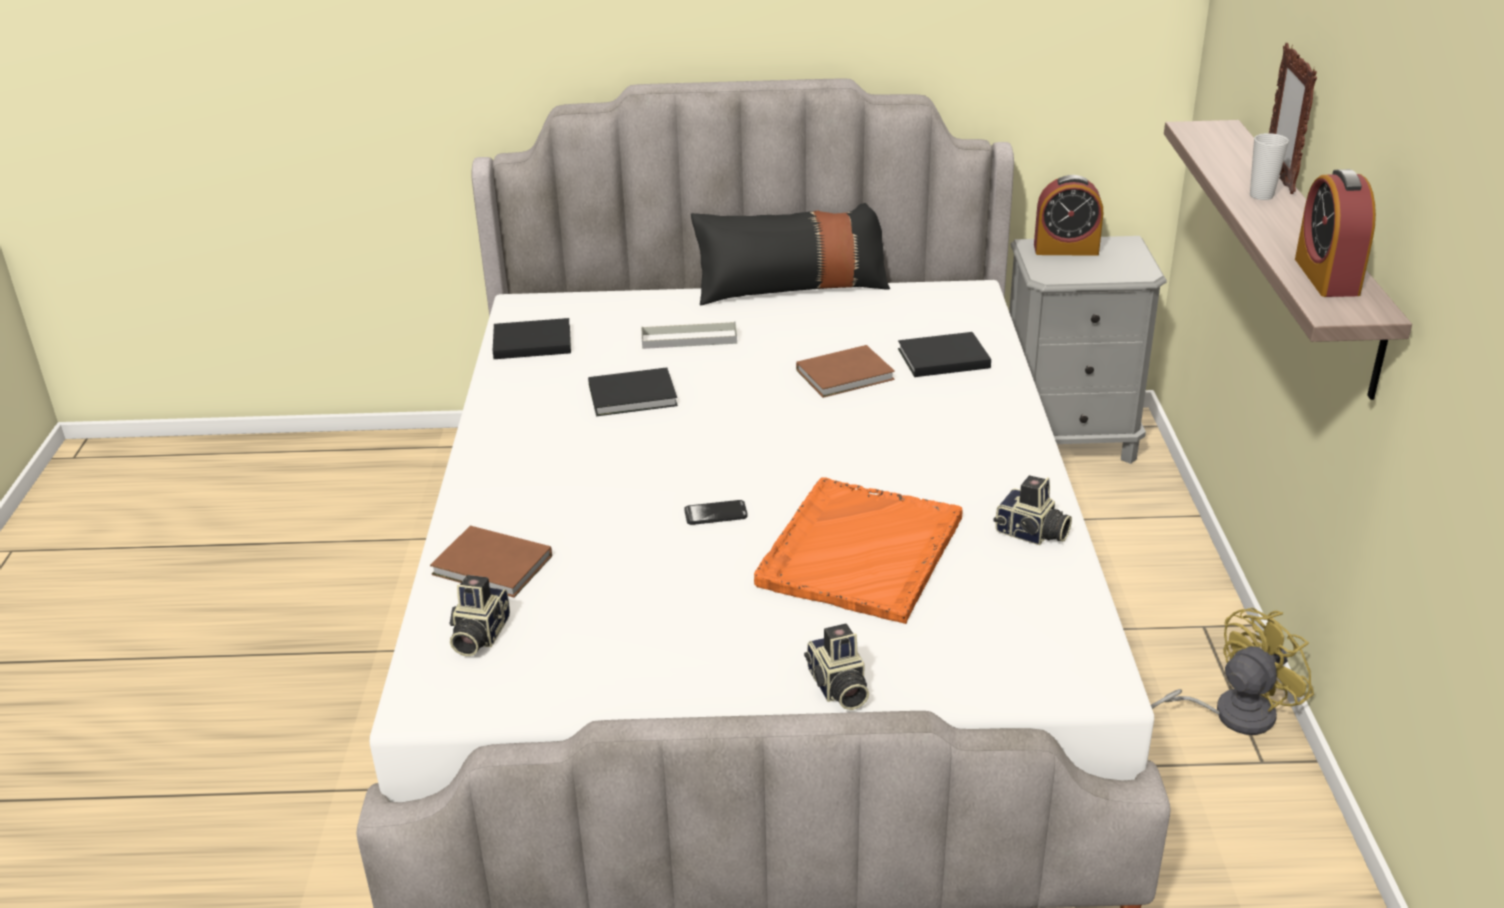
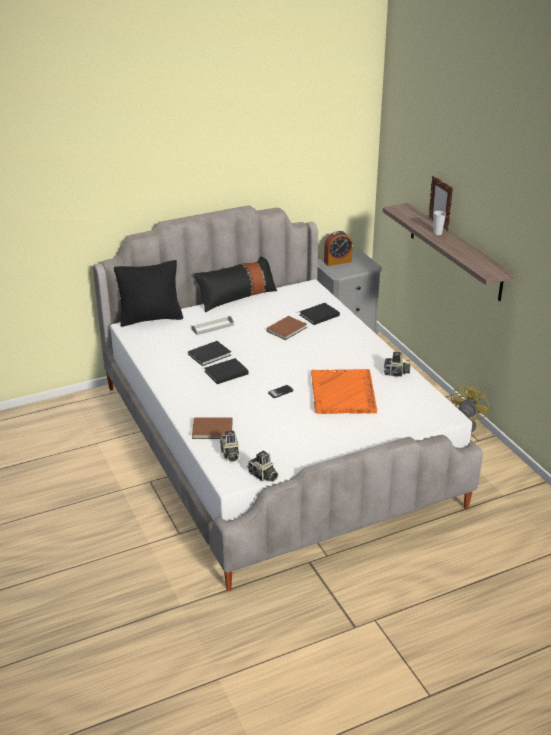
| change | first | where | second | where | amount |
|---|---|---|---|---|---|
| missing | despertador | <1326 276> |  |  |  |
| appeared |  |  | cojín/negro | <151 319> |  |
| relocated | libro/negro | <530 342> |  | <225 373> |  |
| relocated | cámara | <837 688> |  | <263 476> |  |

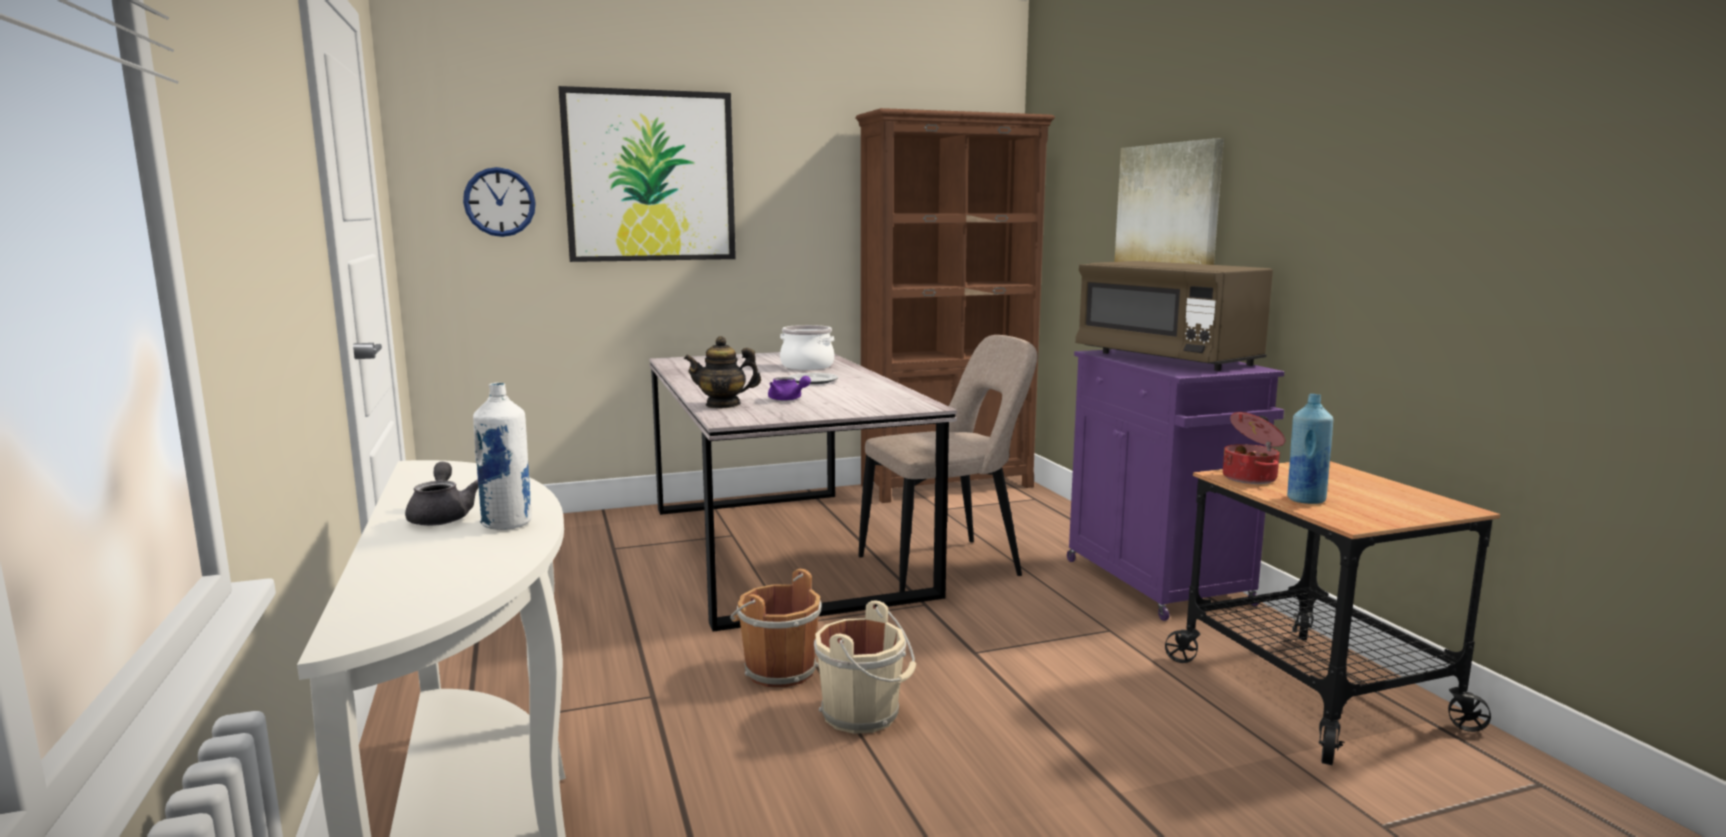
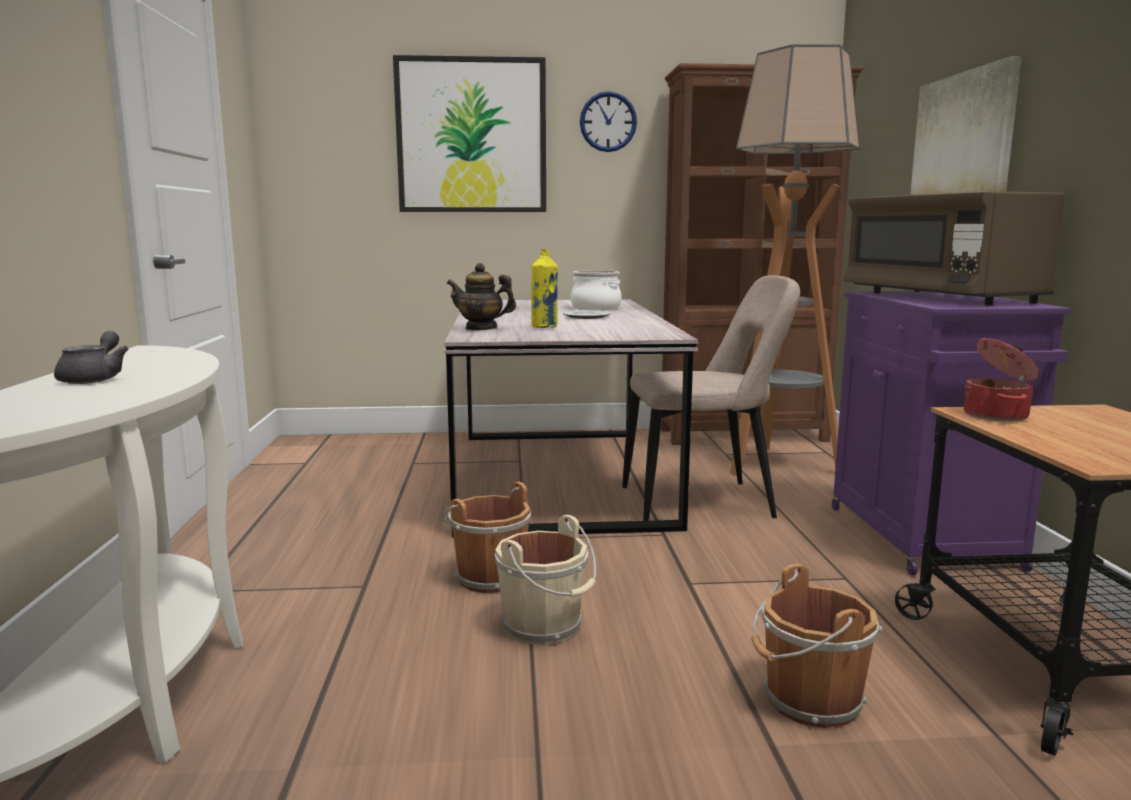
| change | first | where | second | where | amount |
|---|---|---|---|---|---|
| missing | botella/blanco | <507 524> |  |  |  |
| missing | botella/azul | <1305 499> |  |  |  |
| appeared |  |  | lámpara de pie | <779 465> |  |
| appeared |  |  | cubo/marrón | <808 702> |  |
| relocated | reloj de pared | <499 202> |  | <608 122> |  |
| exchanged | tetera/morado | <788 399> | botella/amarillo | <544 327> |  |

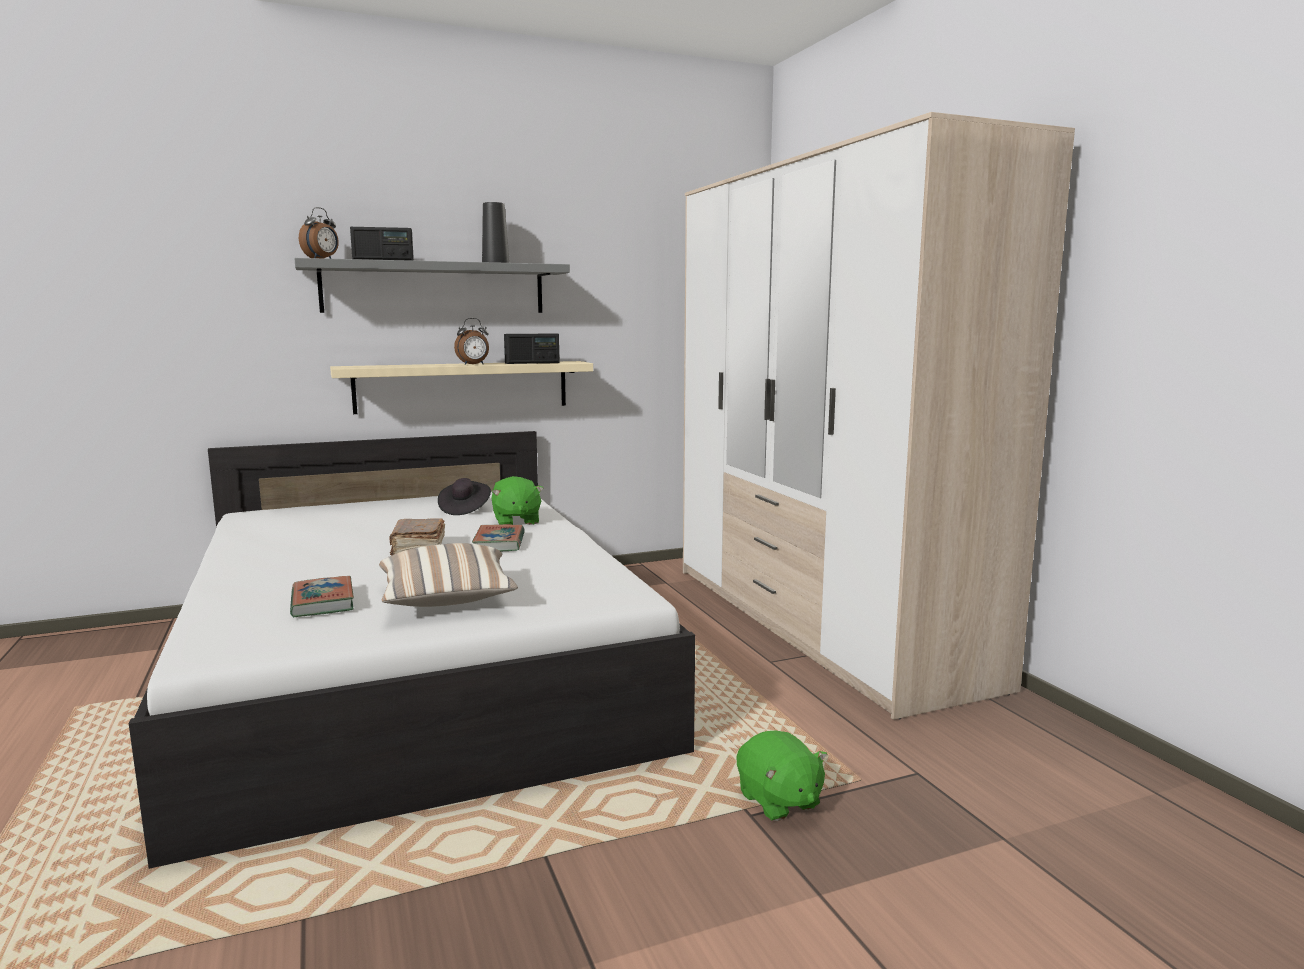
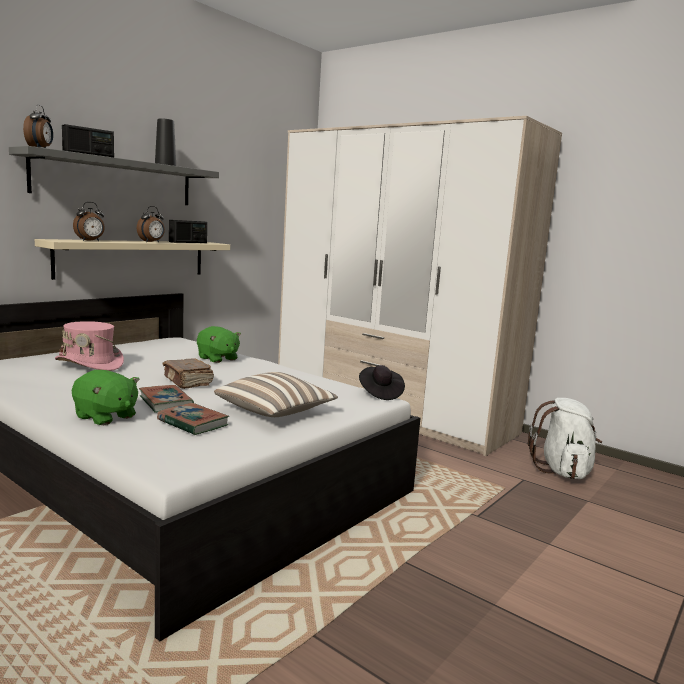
| change | first | where | second | where | amount |
|---|---|---|---|---|---|
| appeared |  |  | sombrero/rosa | <90 364> |  |
| appeared |  |  | despertador | <90 241> |  |
| appeared |  |  | mochila/blanco | <562 471> |  |
| relocated | sombrero/negro | <464 509> |  | <380 393> |  |
| relocated | libro | <499 543> |  | <166 402> |  |
| relocated | peluche/verde | <778 801> |  | <105 417> |  |

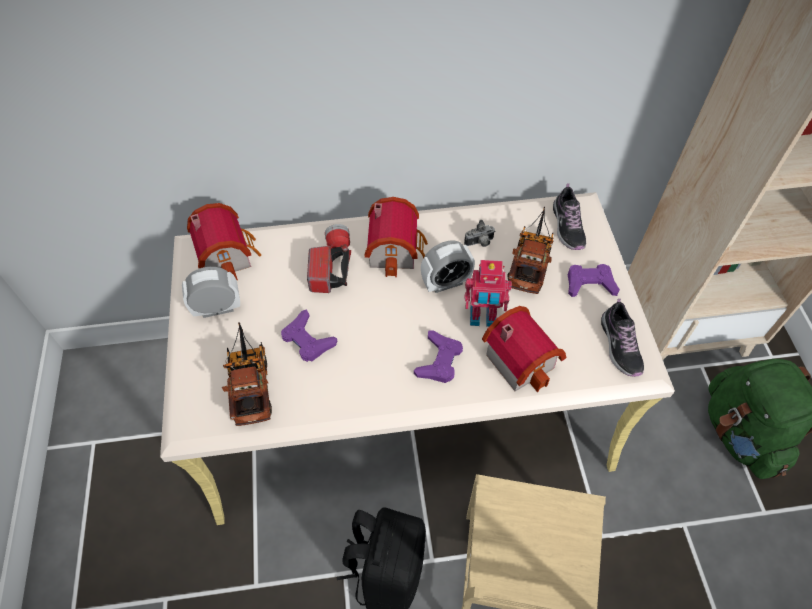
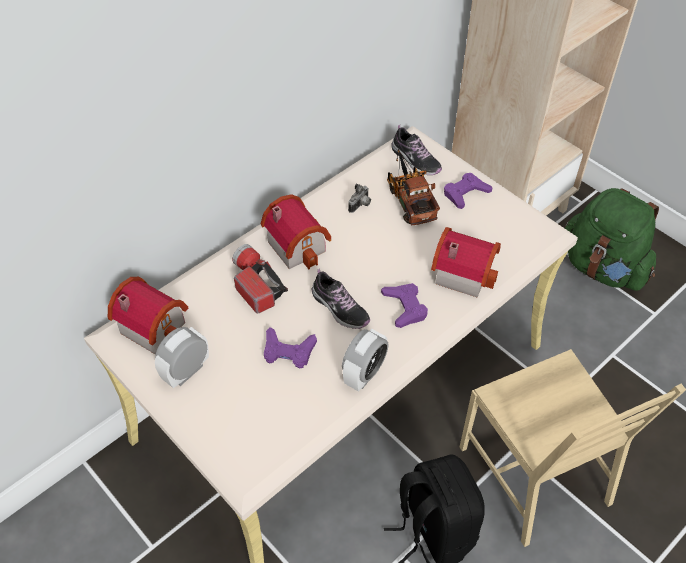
| change | first | where | second | where | amount |
|---|---|---|---|---|---|
| missing | camión de juguete | <250 382> |  |  |  |
| missing | robot de juguete | <483 318> |  |  |  |
| relocated | despertador | <446 283> |  | <364 374> |  |
| relocated | zapato | <620 345> |  | <339 308> |  |

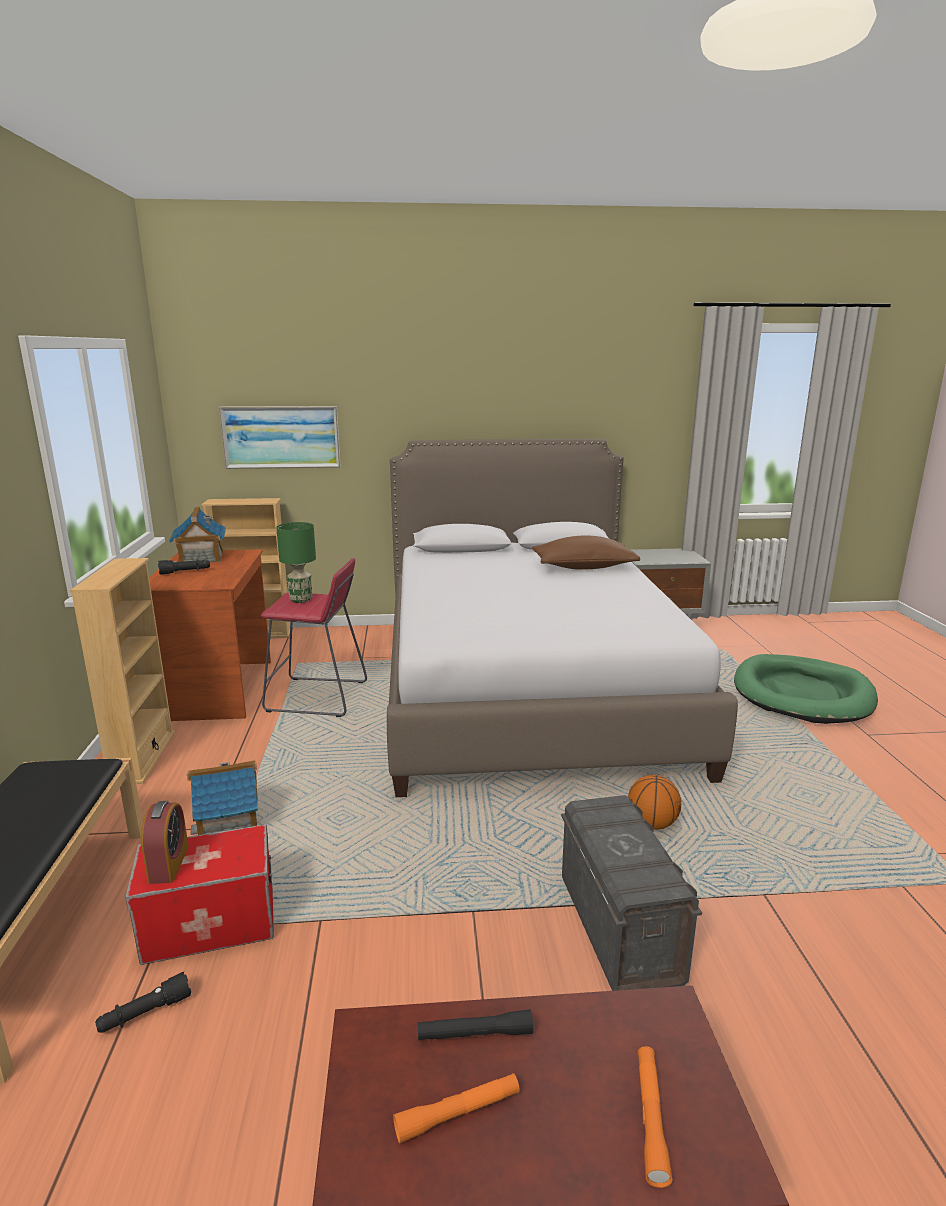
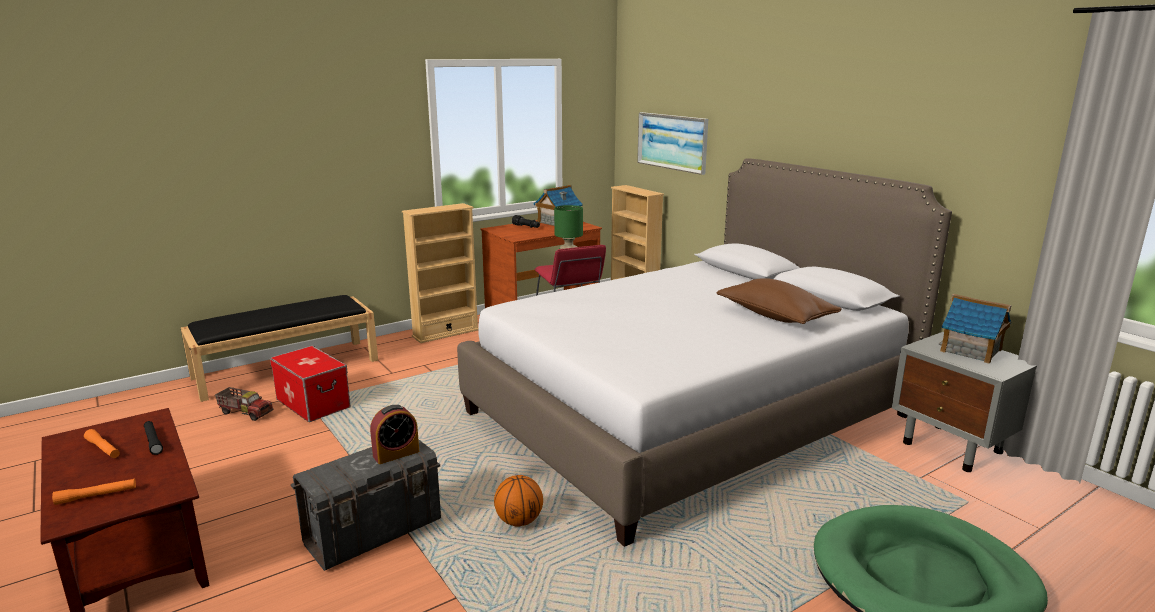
| change | first | where | second | where | amount |
|---|---|---|---|---|---|
| relocated | despertador | <168 864> |  | <396 454> |  |
| relocated | casita | <229 824> |  | <971 350> |  |
| exchanged | linterna/negro | <145 1013> | camión de juguete | <246 412> |  |

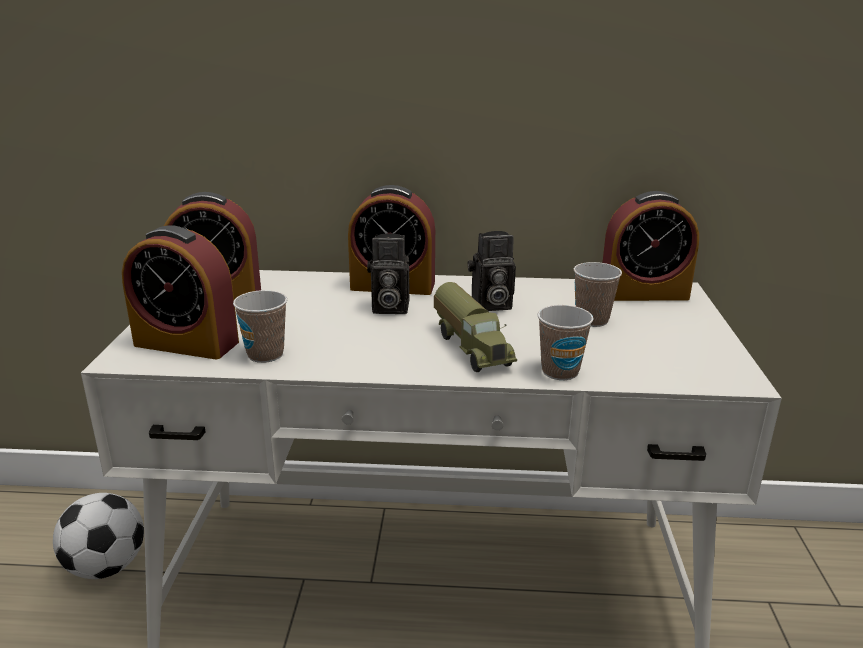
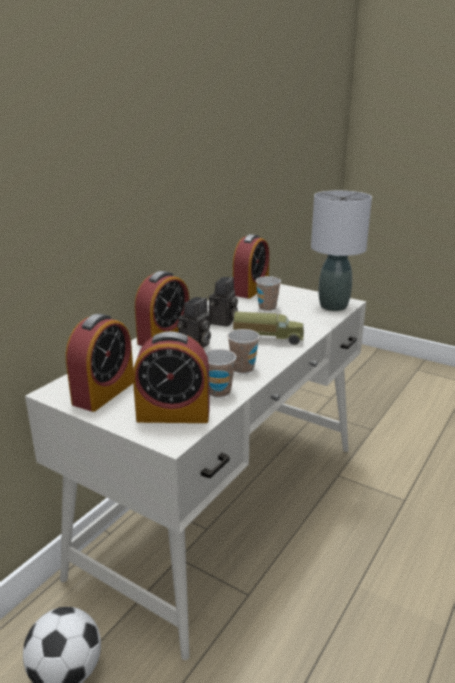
| change | first | where | second | where | amount |
|---|---|---|---|---|---|
| appeared |  |  | lámpara de mesa/gris | <333 306> |  |
| relocated | taza | <560 372> |  | <243 368> |  |
| spun | despertador | <186 343> |  | <173 414> | 45 degrees clockwise |

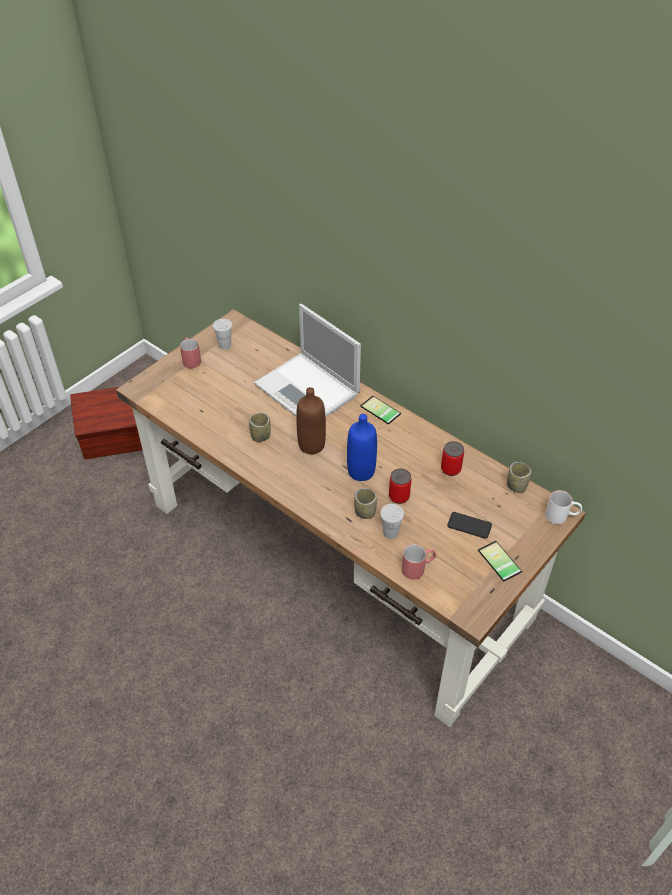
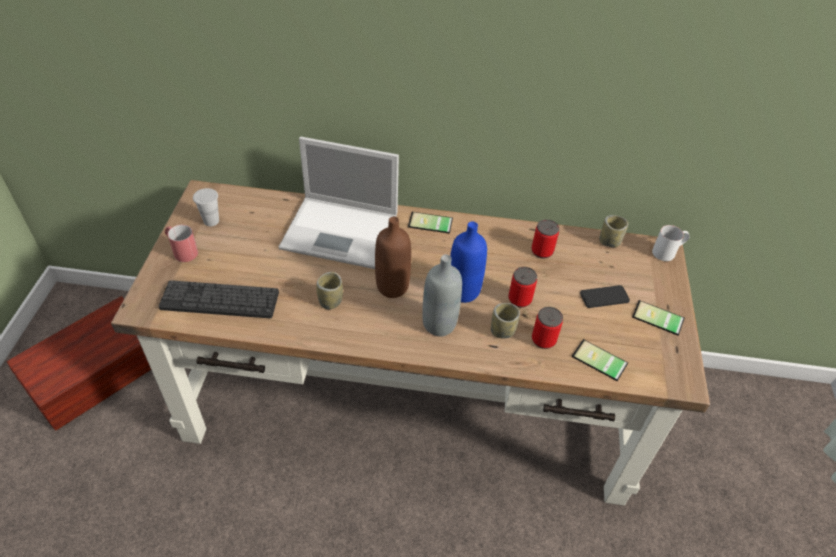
| change | first | where | second | where | amount |
|---|---|---|---|---|---|
| appeared |  |  | teclado | <220 300> |  |
| appeared |  |  | botella/gris | <439 324> |  |
| exchanged | taza/blanco | <390 533> | lata | <543 339> |  |
| exchanged | taza grande/rojo | <418 568> | móvil | <598 362> |  |

